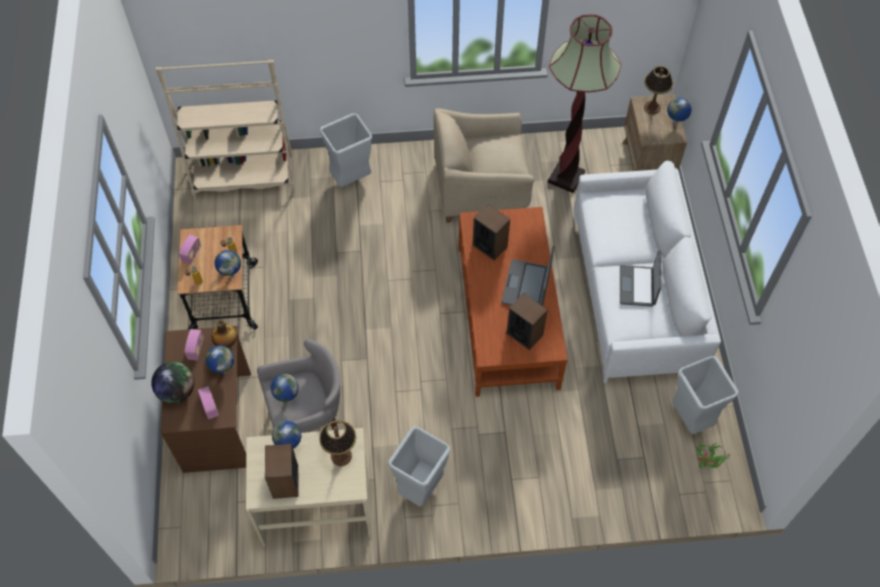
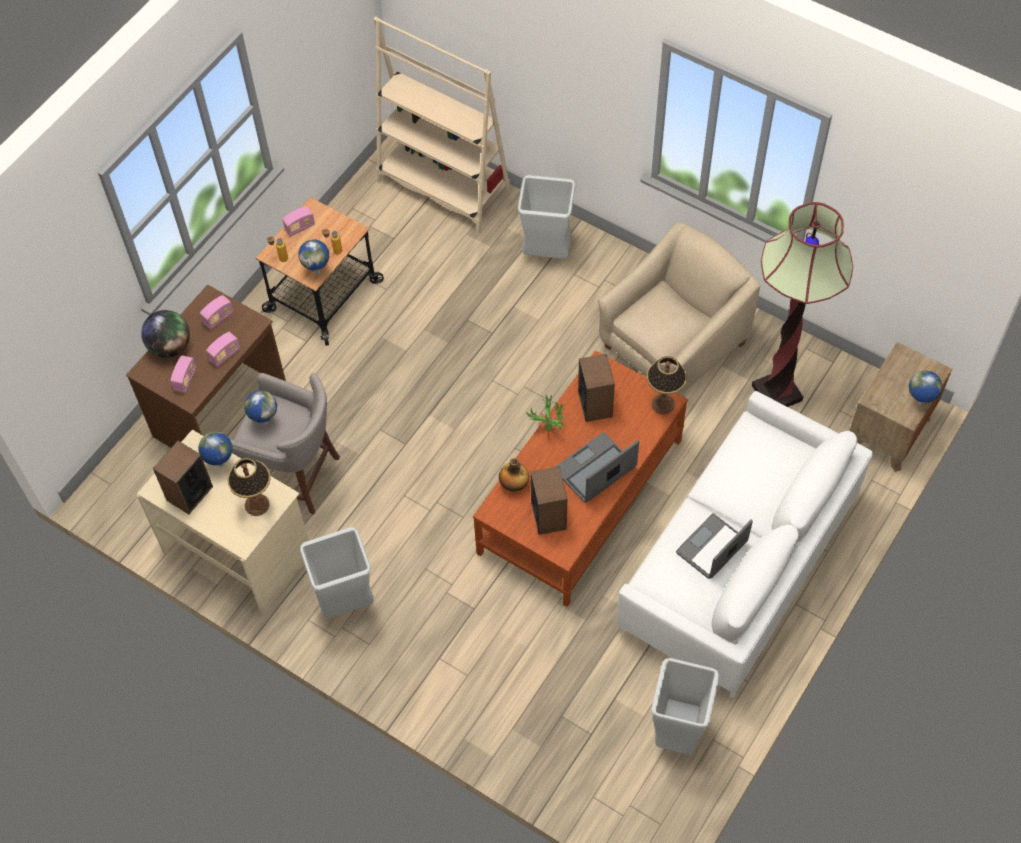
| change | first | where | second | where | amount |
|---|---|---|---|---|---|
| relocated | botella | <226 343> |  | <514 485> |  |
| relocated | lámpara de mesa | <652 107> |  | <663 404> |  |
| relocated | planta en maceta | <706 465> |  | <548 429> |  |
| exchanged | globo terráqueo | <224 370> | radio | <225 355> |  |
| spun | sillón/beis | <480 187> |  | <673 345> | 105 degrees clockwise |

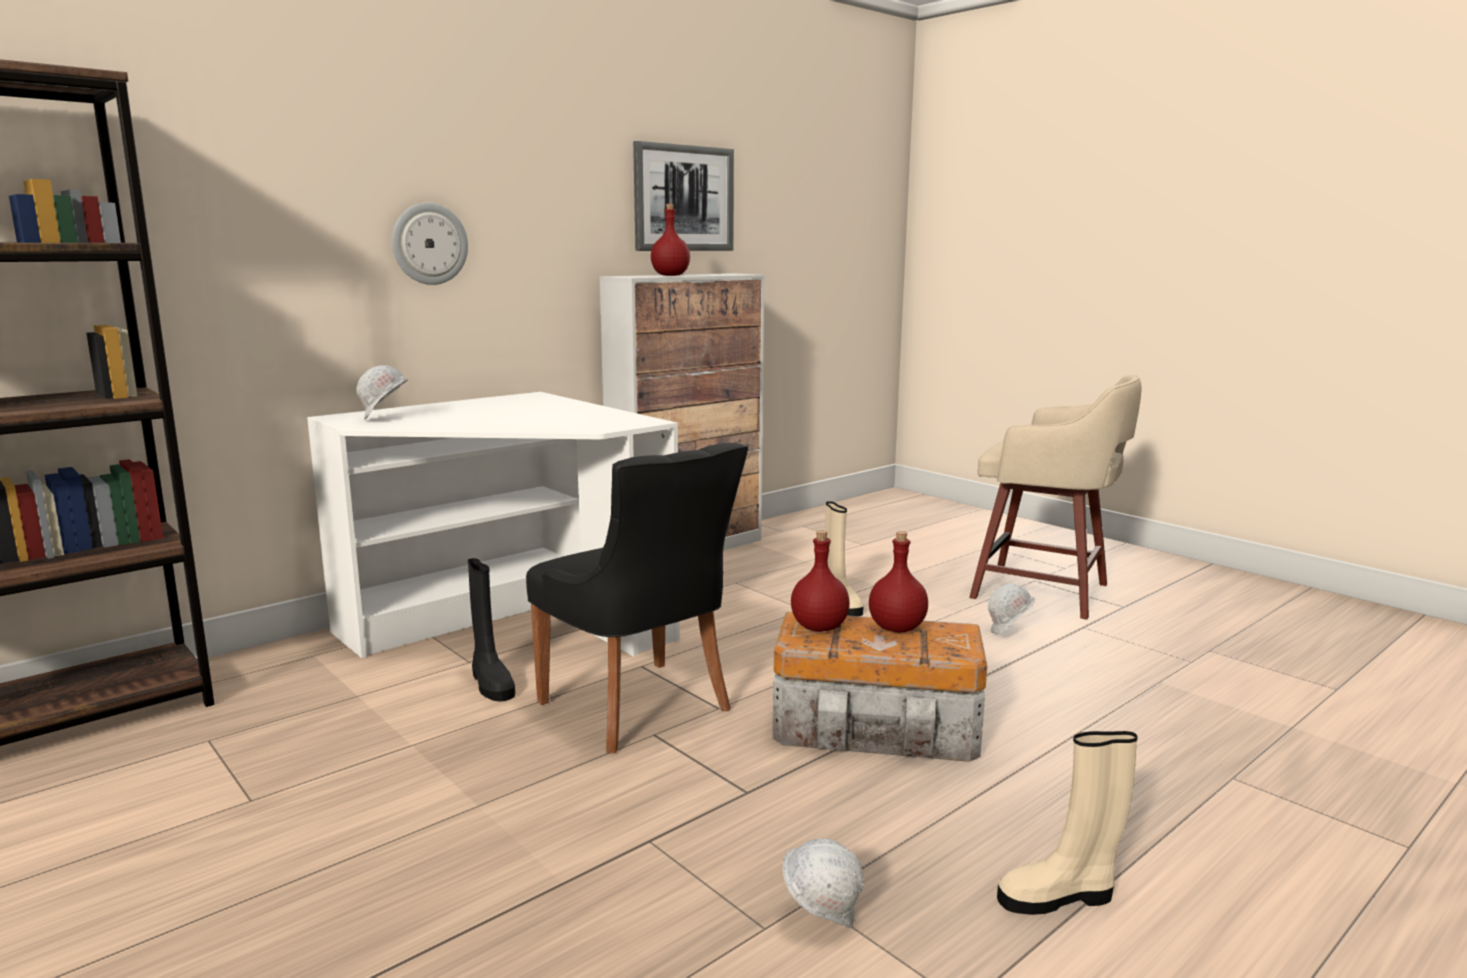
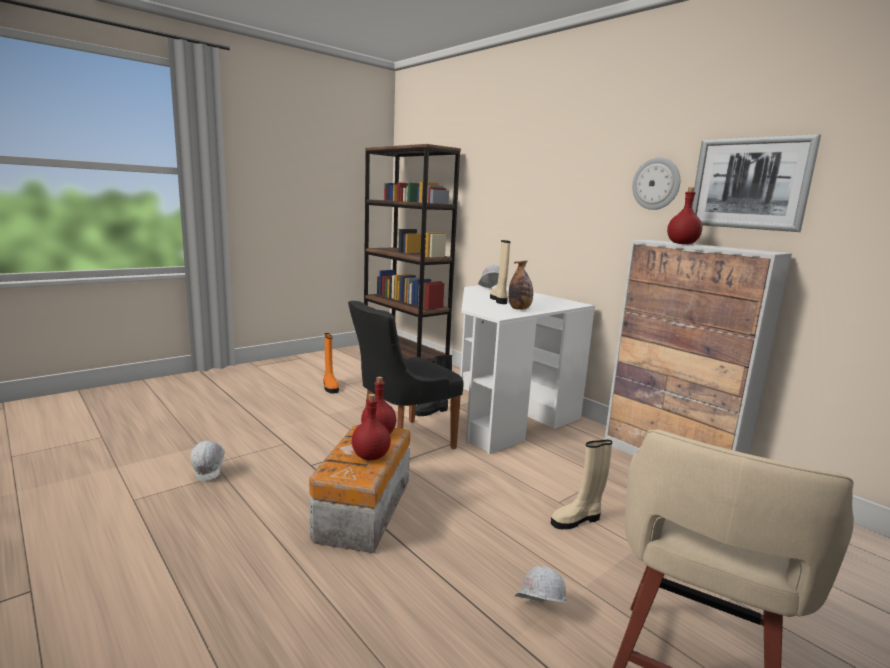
| change | first | where | second | where | amount |
|---|---|---|---|---|---|
| appeared |  |  | bota/naranja | <330 387> |  |
| appeared |  |  | botella | <519 309> |  |
| relocated | reloj de pared | <429 244> |  | <656 184> |  |
| relocated | bota/beis | <1058 897> |  | <499 300> |  |

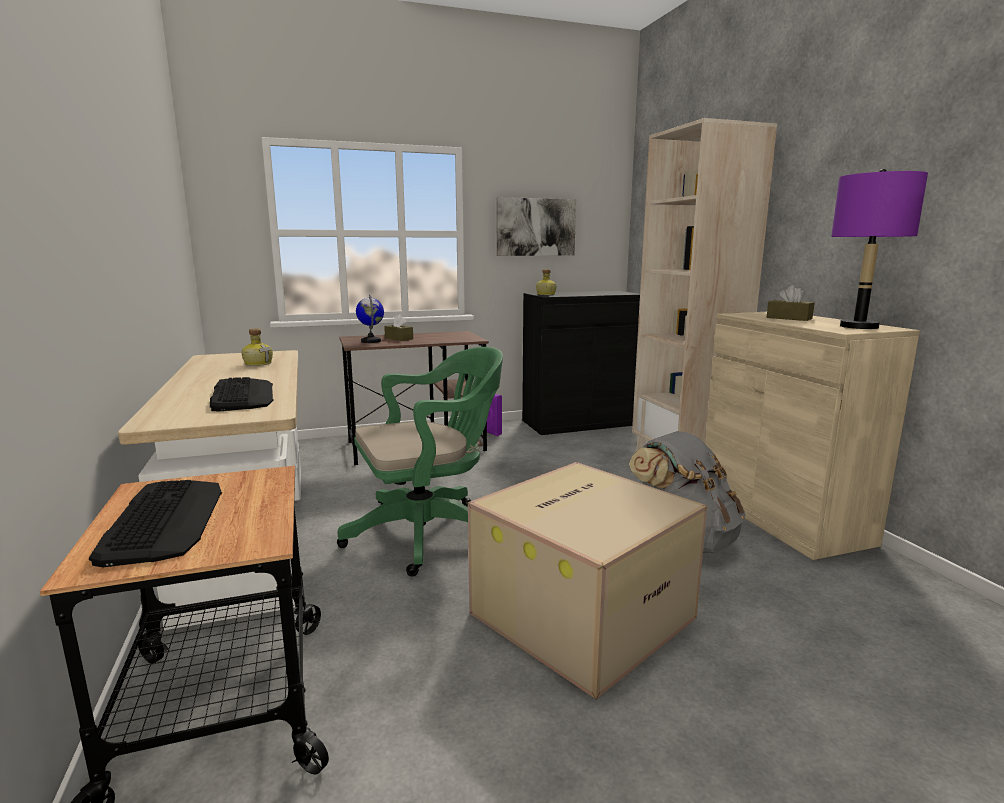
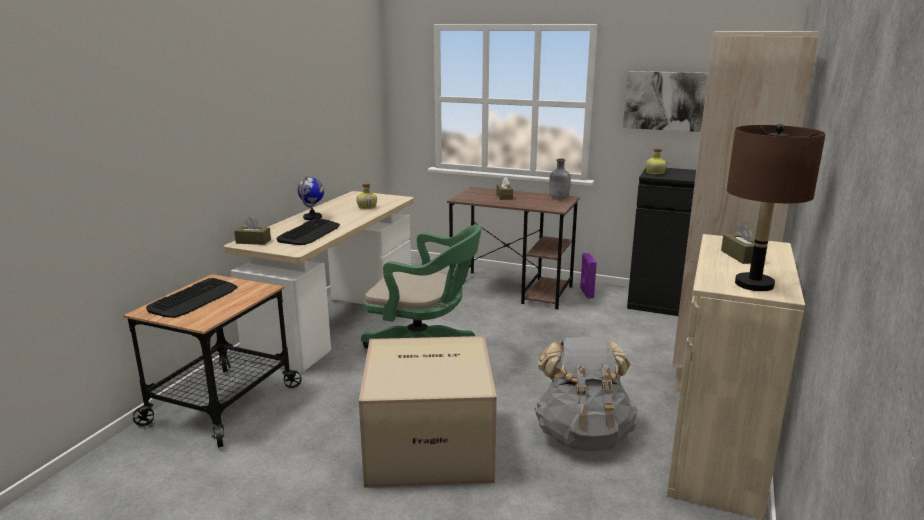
| change | first | where | second | where | amount |
|---|---|---|---|---|---|
| appeared |  |  | caja de pañuelos/marrón | <253 241> |  |
| appeared |  |  | botella/gris | <558 198> |  |
| relocated | globo terráqueo | <371 341> |  | <313 217> |  |
| colour | lámpara de mesa/morado | <858 327> | lámpara de mesa/marrón | <753 284> |  |

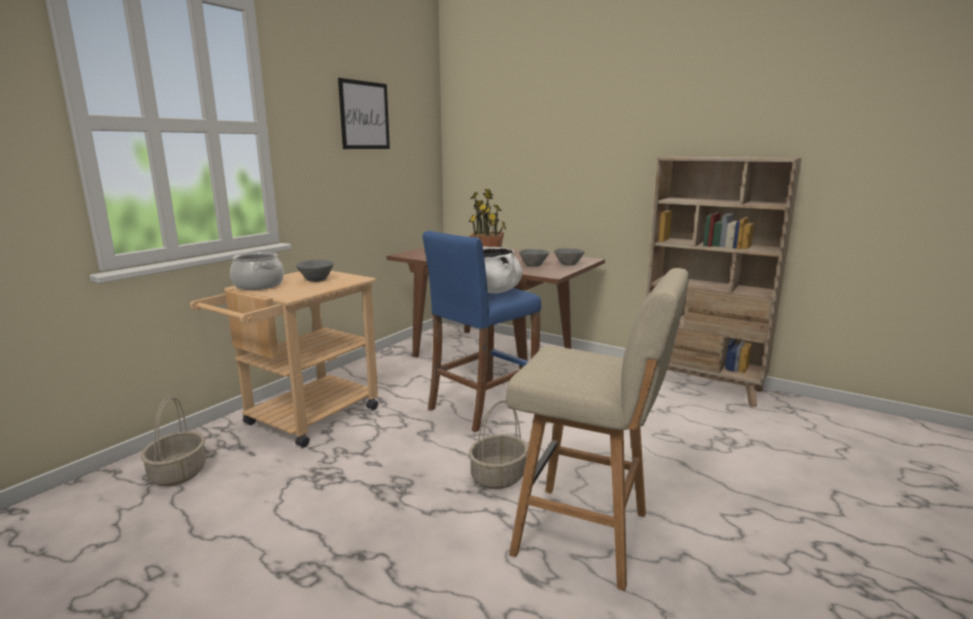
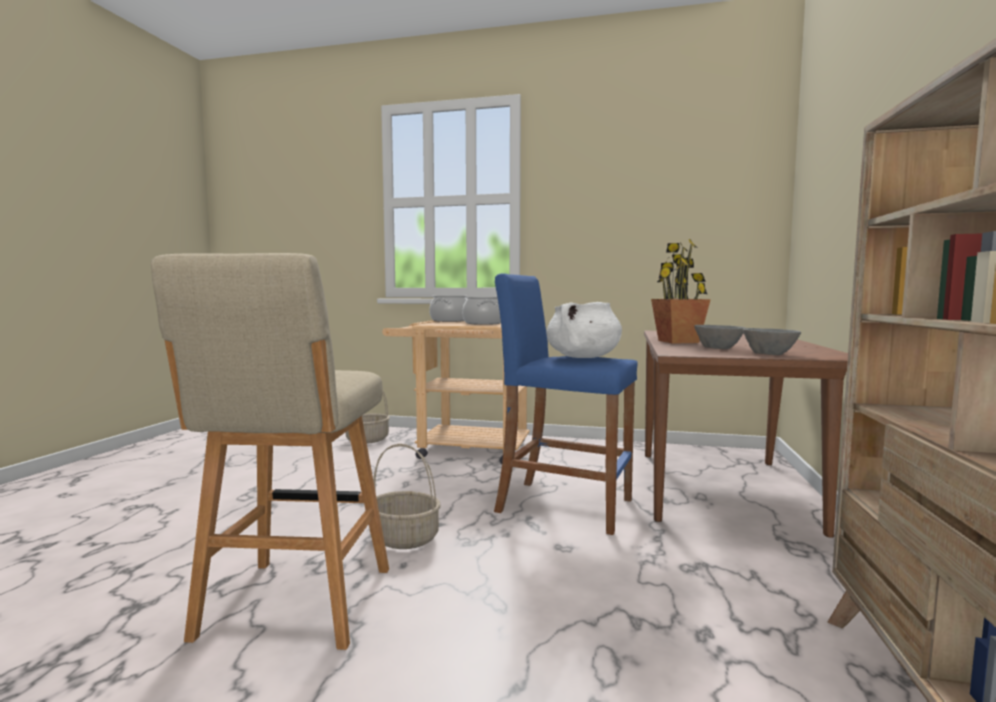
| change | first | where | second | where | amount |
|---|---|---|---|---|---|
| missing | cuadro | <364 115> |  |  |  |
| exchanged | cuenco/gris | <315 280> | olla | <483 323> |  |

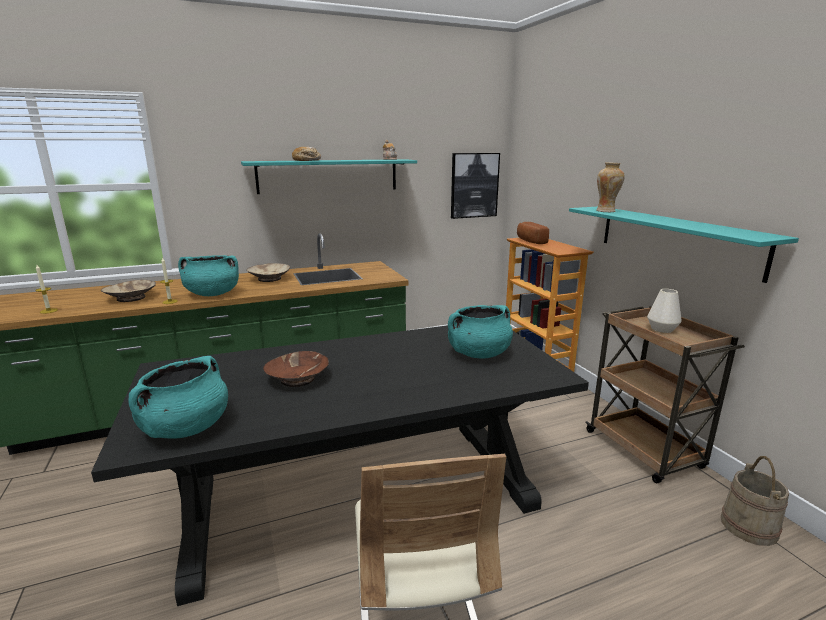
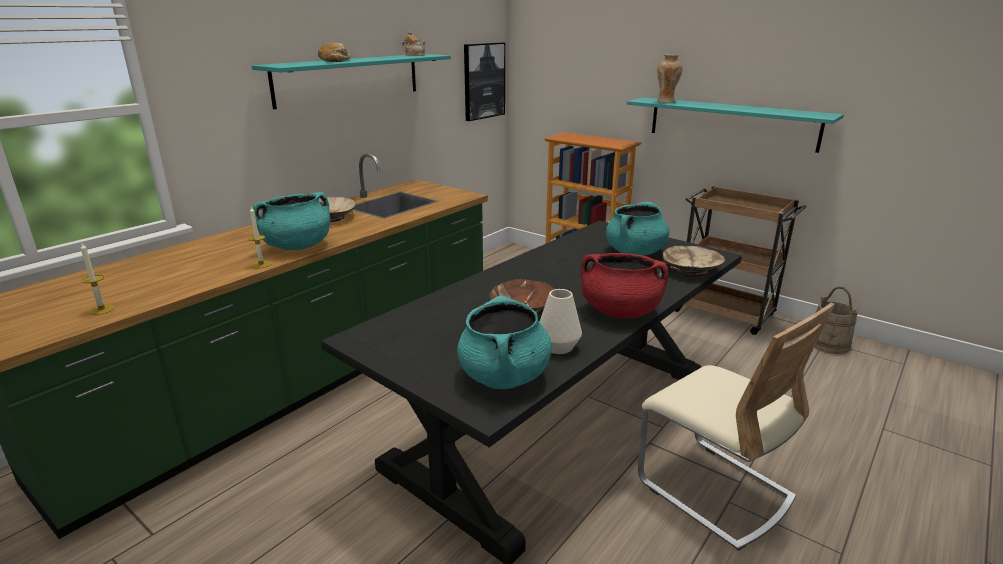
| change | first | where | second | where | amount |
|---|---|---|---|---|---|
| missing | pan | <529 241> |  |  |  |
| appeared |  |  | olla/rojo | <620 312> |  |
| relocated | cuenco/beis | <131 298> |  | <691 270> |  |
| relocated | florero/blanco | <662 329> |  | <558 347> |  |

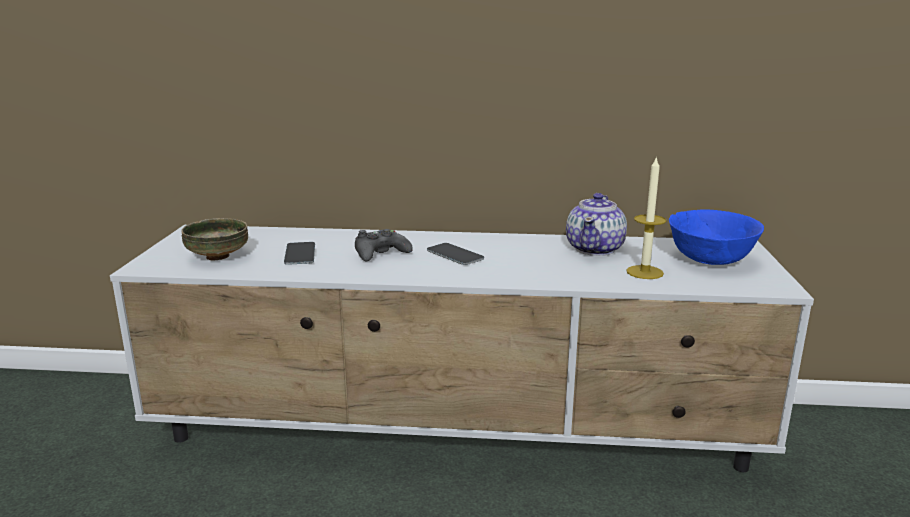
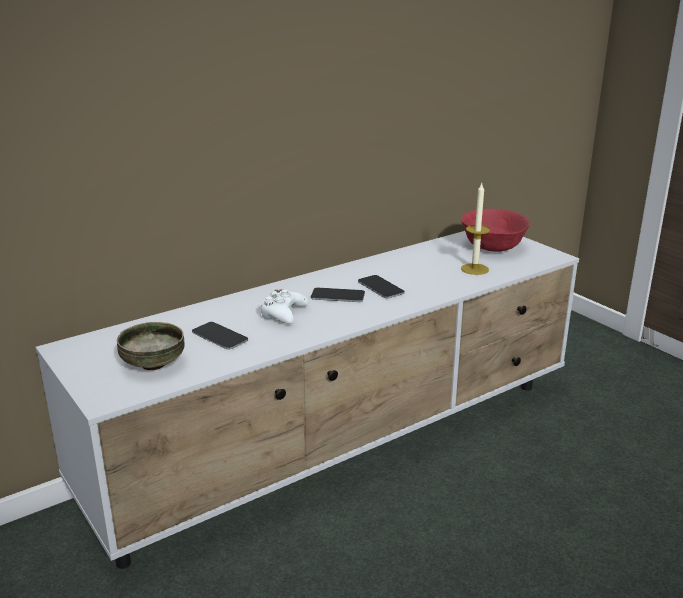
| change | first | where | second | where | amount |
|---|---|---|---|---|---|
| missing | tetera | <595 249> |  |  |  |
| appeared |  |  | móvil | <380 287> |  |
| colour | mando de consola/negro | <380 253> | mando de consola/blanco | <283 313> |  |
| colour | cuenco/azul | <710 260> | cuenco/rojo | <493 248> |  |

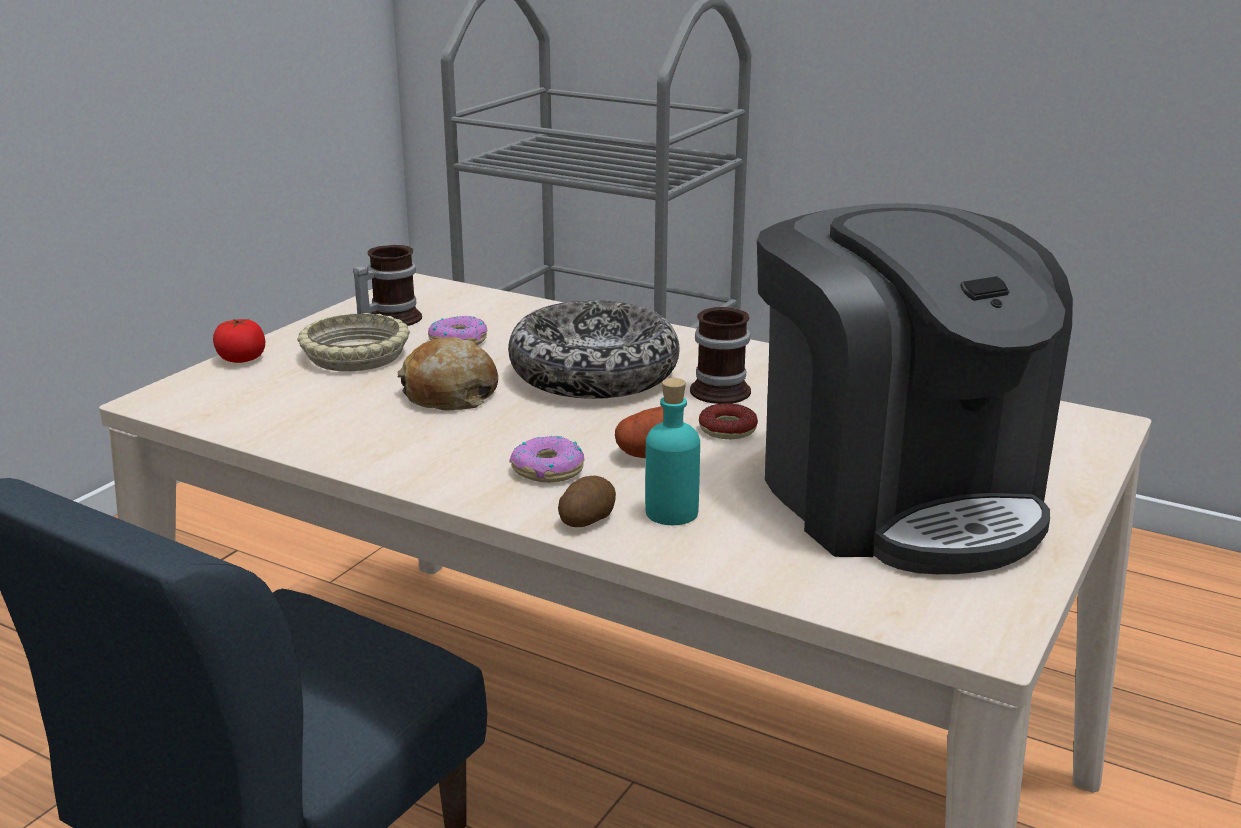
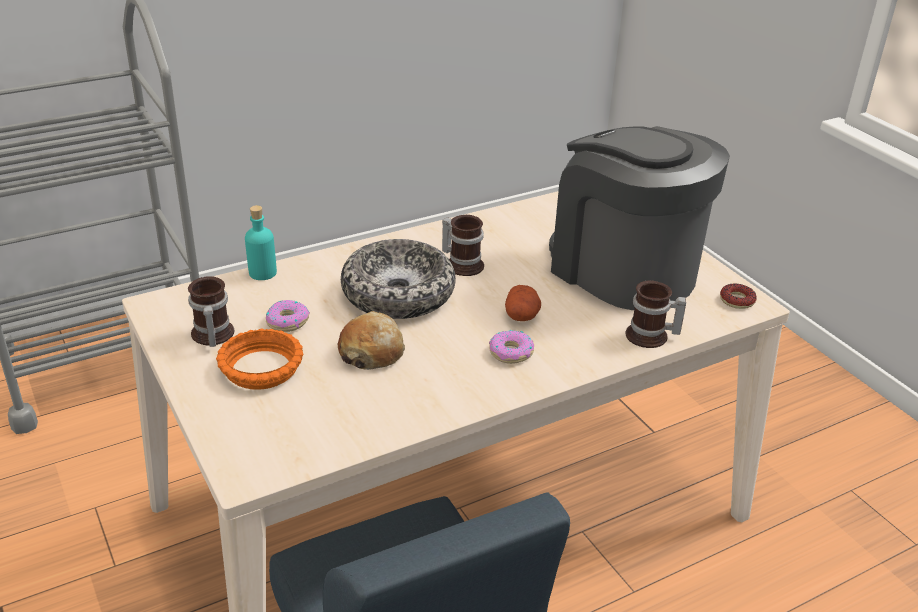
| change | first | where | second | where | amount |
|---|---|---|---|---|---|
| missing | tomate | <241 358> |  |  |  |
| missing | patata | <586 519> |  |  |  |
| appeared |  |  | taza grande | <651 337> |  |
| relocated | botella/turquesa | <671 512> |  | <262 273> |  |
| relocated | rosquilla | <727 429> |  | <737 300> |  |
| colour | cuenco/beis | <356 354> | cuenco/naranja | <262 367> |  |
| spun | cafetera | <896 495> |  | <623 269> | 135 degrees counterclockwise |

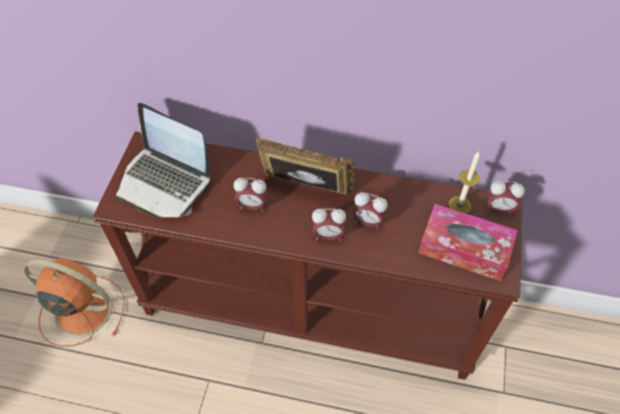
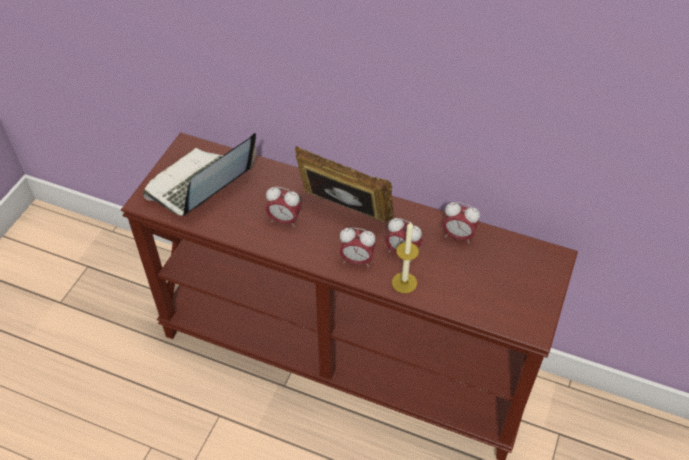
| change | first | where | second | where | amount |
|---|---|---|---|---|---|
| missing | ventilador/naranja | <81 309> |  |  |  |
| missing | caja de pañuelos | <464 249> |  |  |  |
| relocated | vela | <459 205> |  | <404 282> |  |
| relocated | despertador | <499 209> |  | <458 236> |  |
| spun | portátil | <165 182> |  | <200 185> | 90 degrees clockwise |

